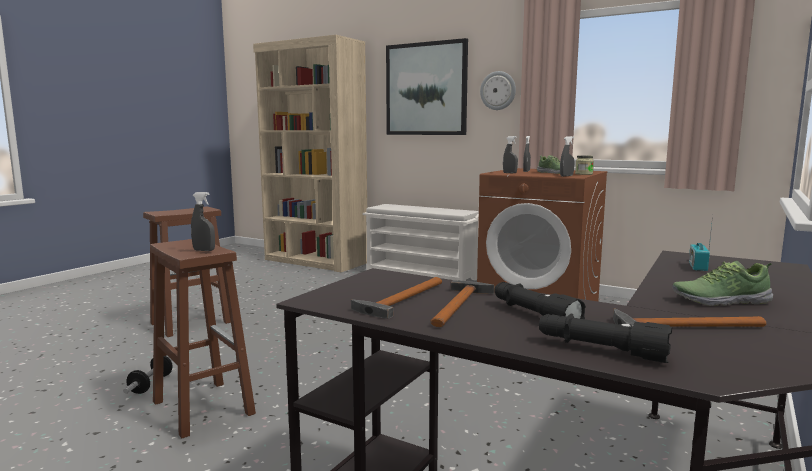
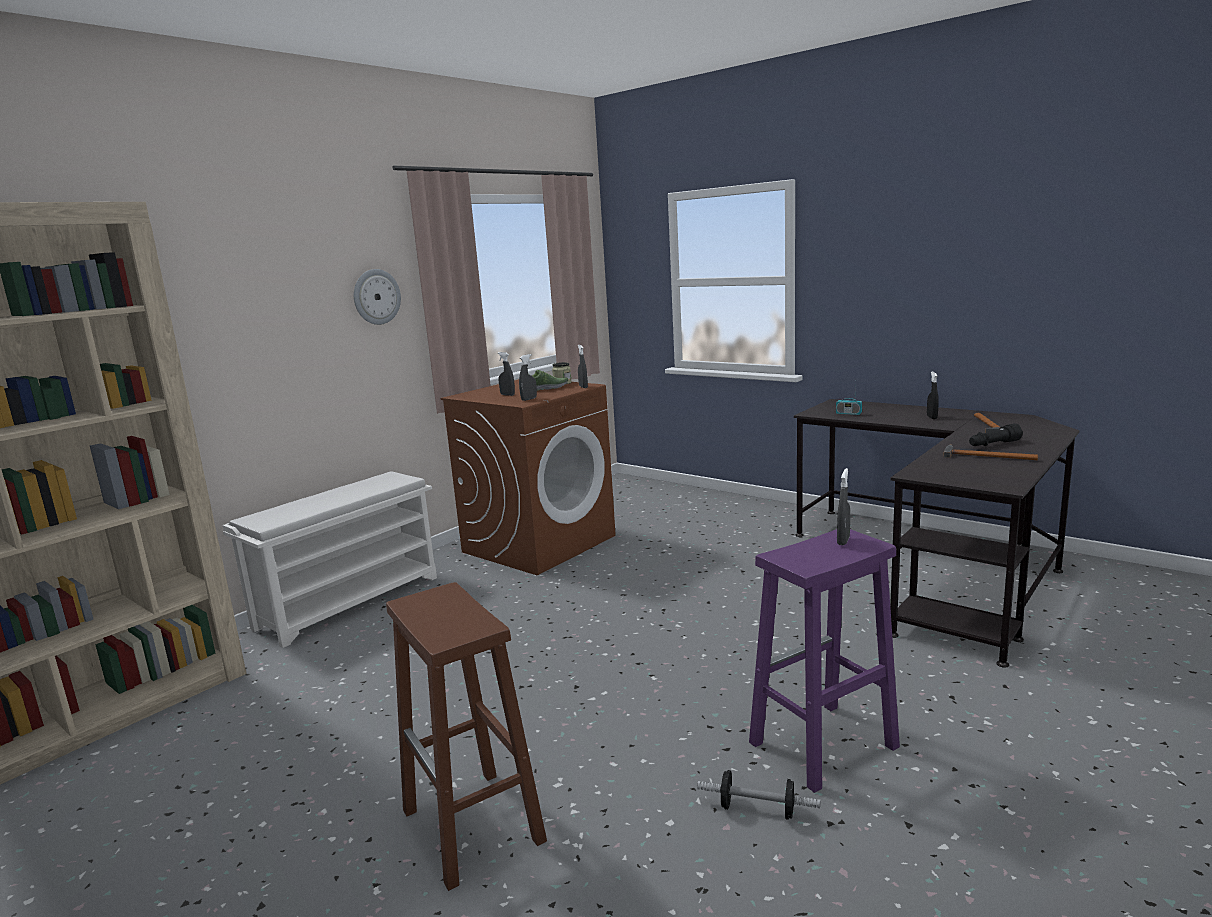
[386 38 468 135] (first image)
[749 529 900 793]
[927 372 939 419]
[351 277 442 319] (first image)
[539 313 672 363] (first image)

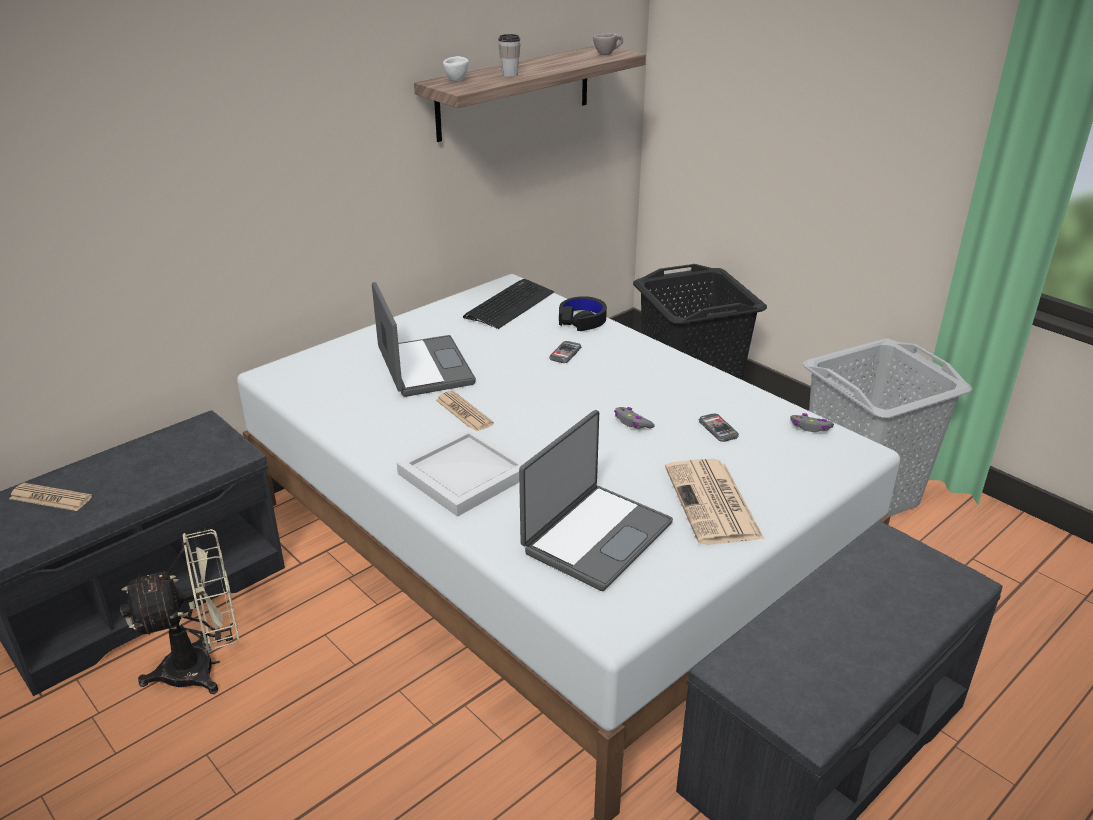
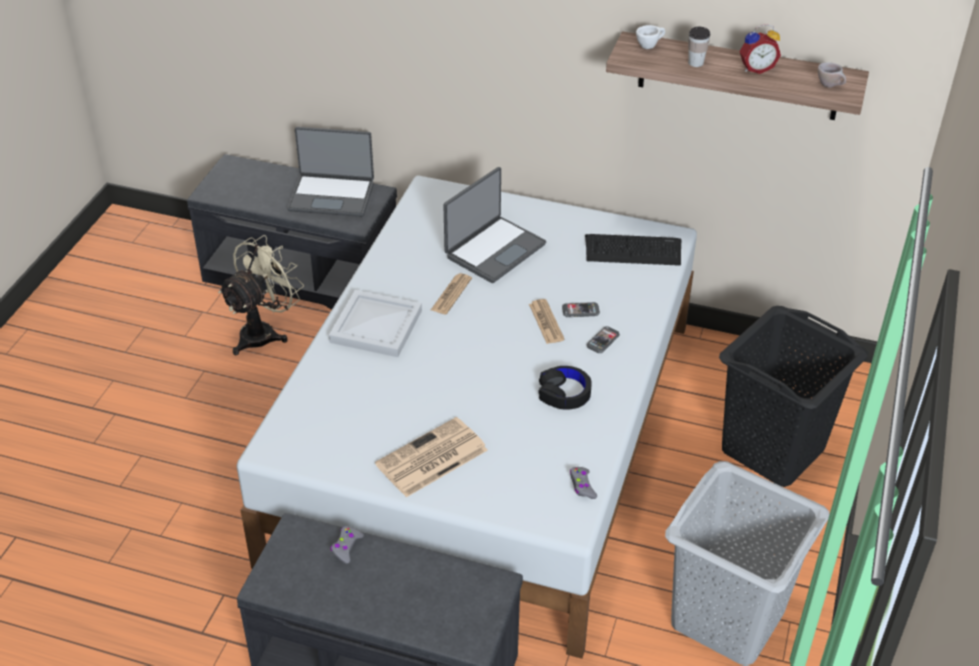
[538 366 592 410]
[331 526 364 564]
[287 127 374 217]
[587 326 620 353]
[529 299 565 344]
[218 235 304 355]
[739 24 781 74]

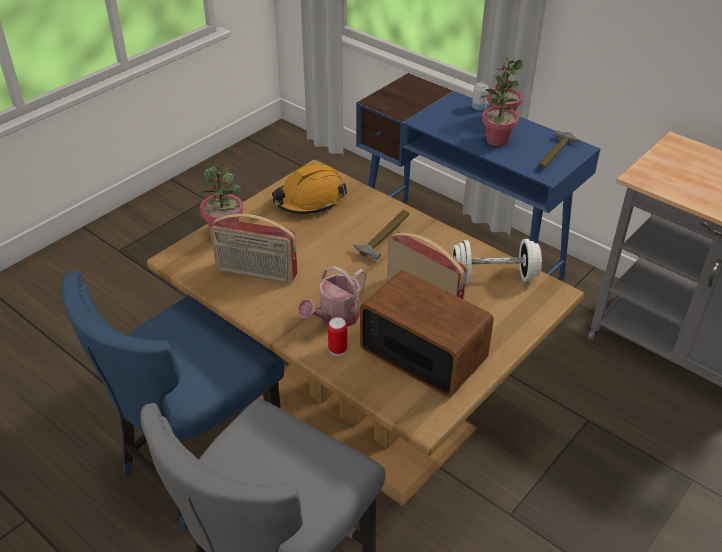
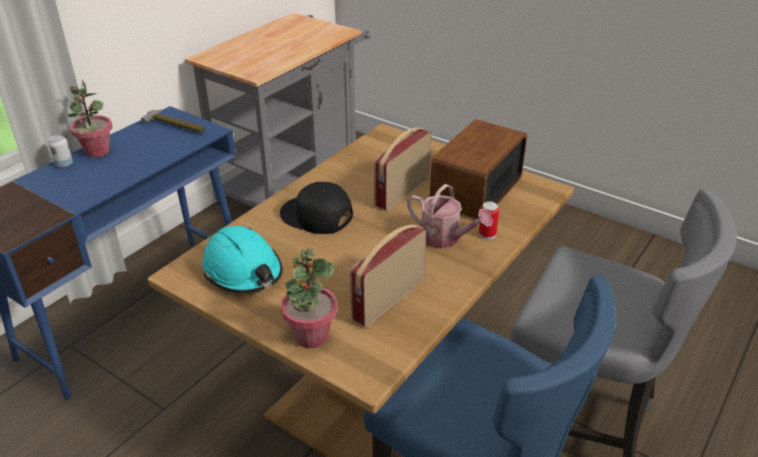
[482 75 519 146] (first image)
[203 226 283 293]
[280 182 353 234]
[350 224 426 327]
[452 239 542 283] (first image)

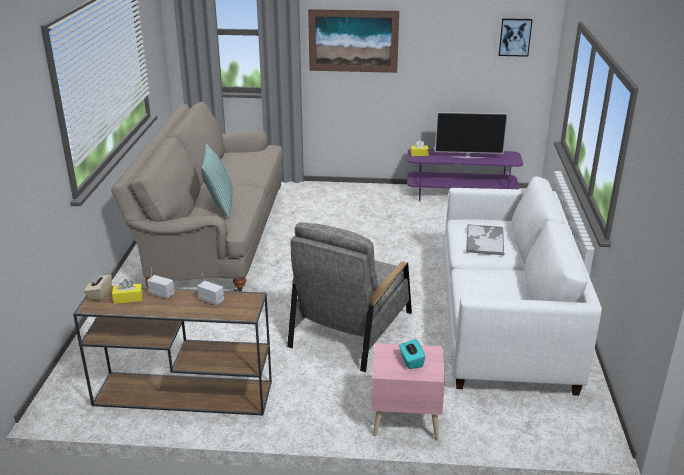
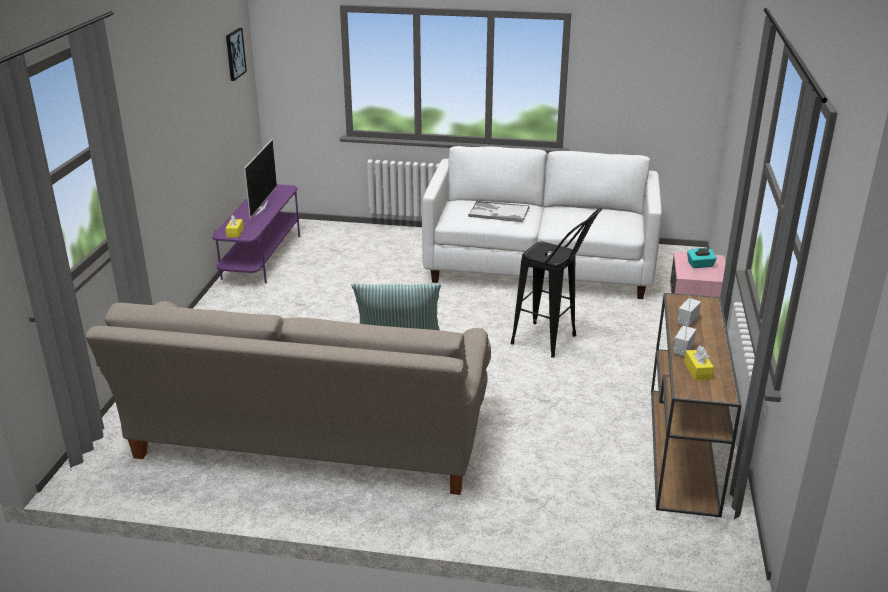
[308 9 399 73] (first image)
[511 208 602 358]
[84 272 112 300] (first image)

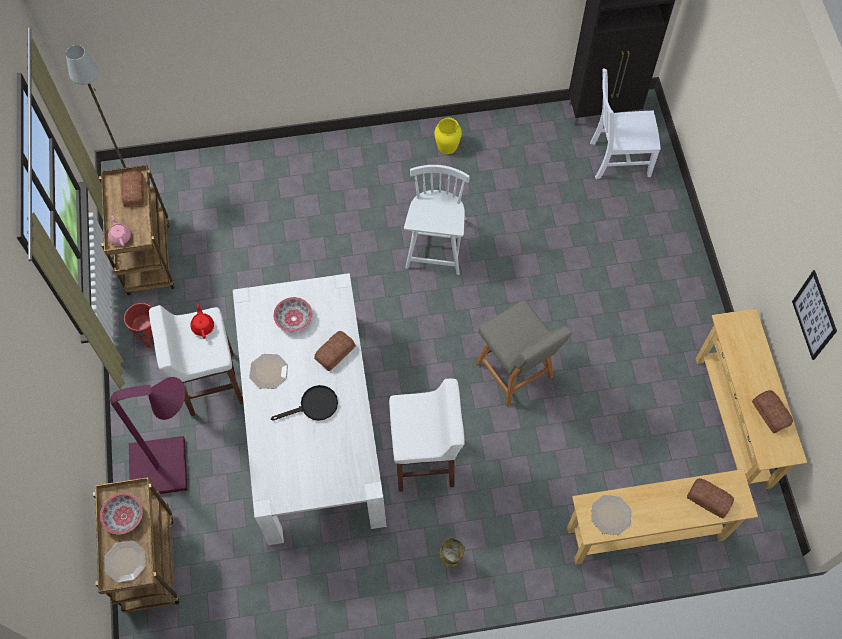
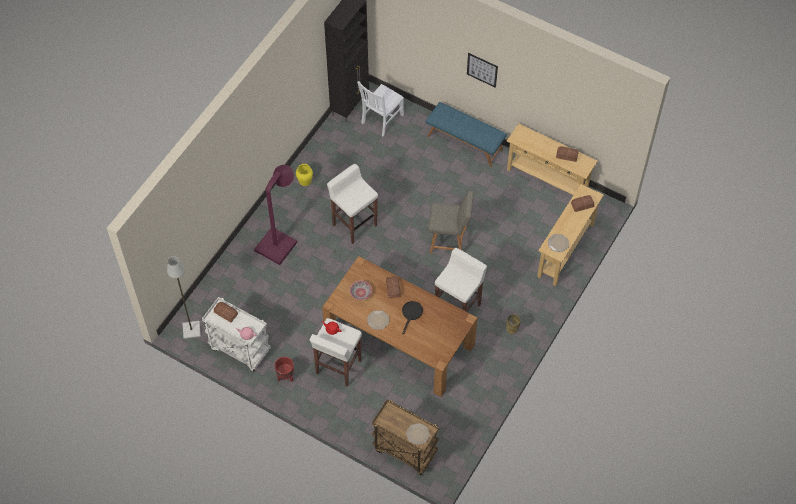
[202 297 271 372]
[327 164 378 244]
[467 53 498 88]
[322 256 478 397]
[254 165 297 265]
[100 493 143 534] (first image)
[426 102 507 167]

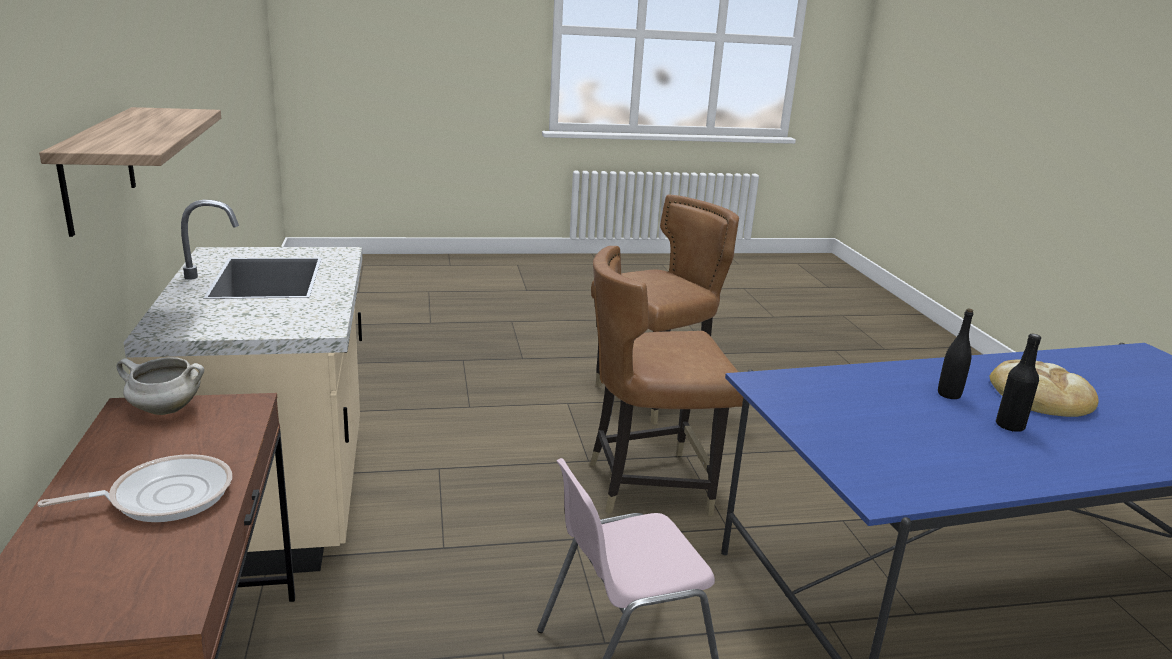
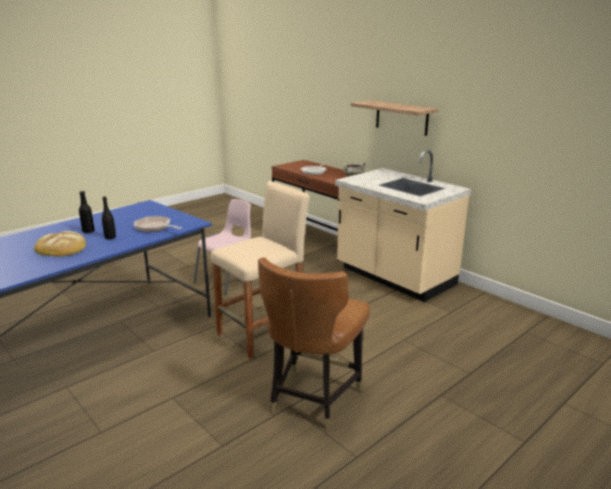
[211 181 309 359]
[134 216 182 232]

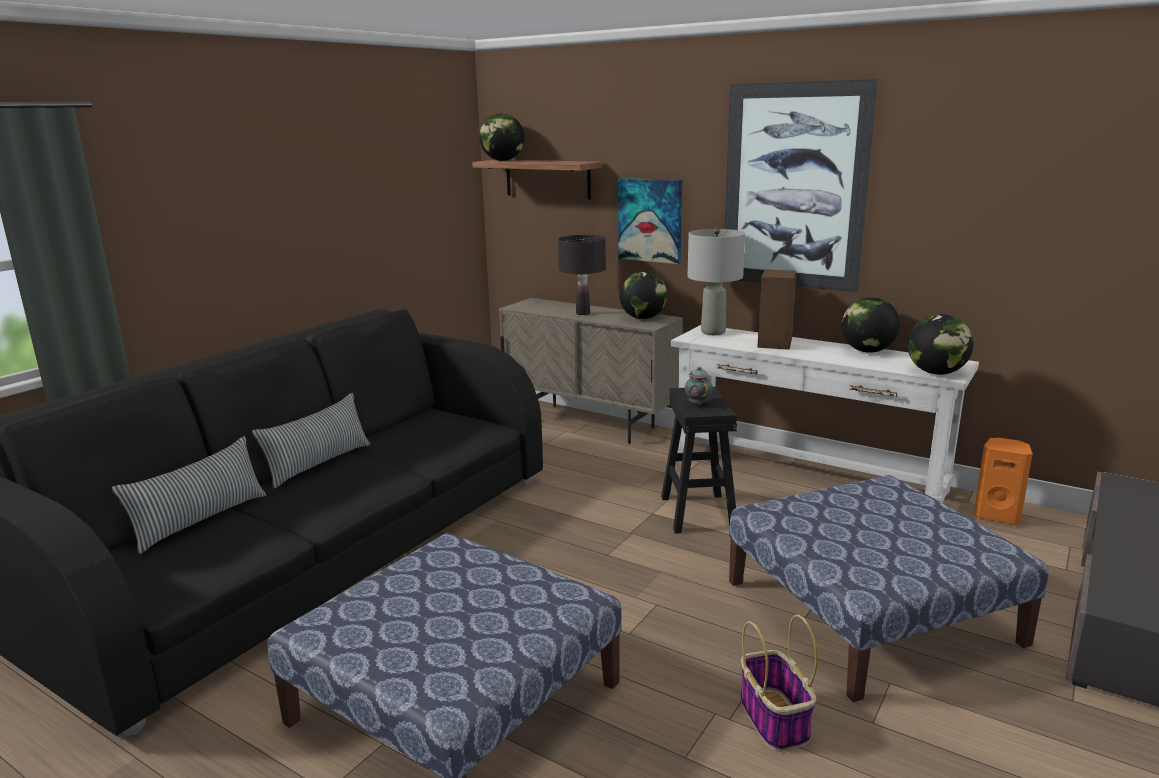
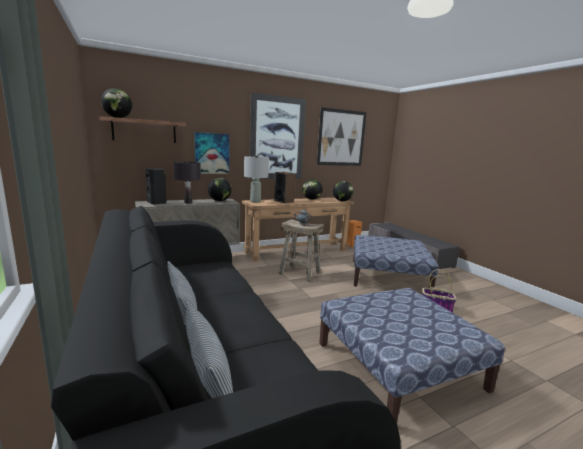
[242 198 354 262]
[279 219 324 282]
[317 107 367 166]
[145 168 167 205]

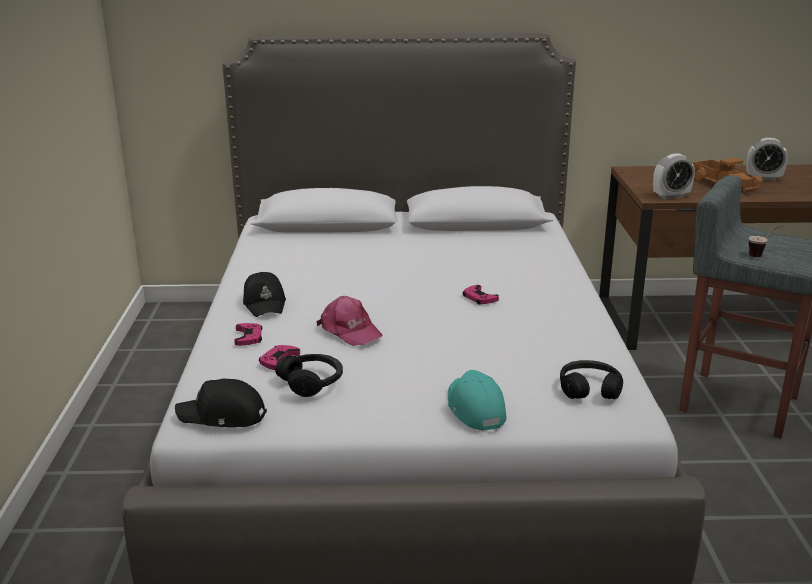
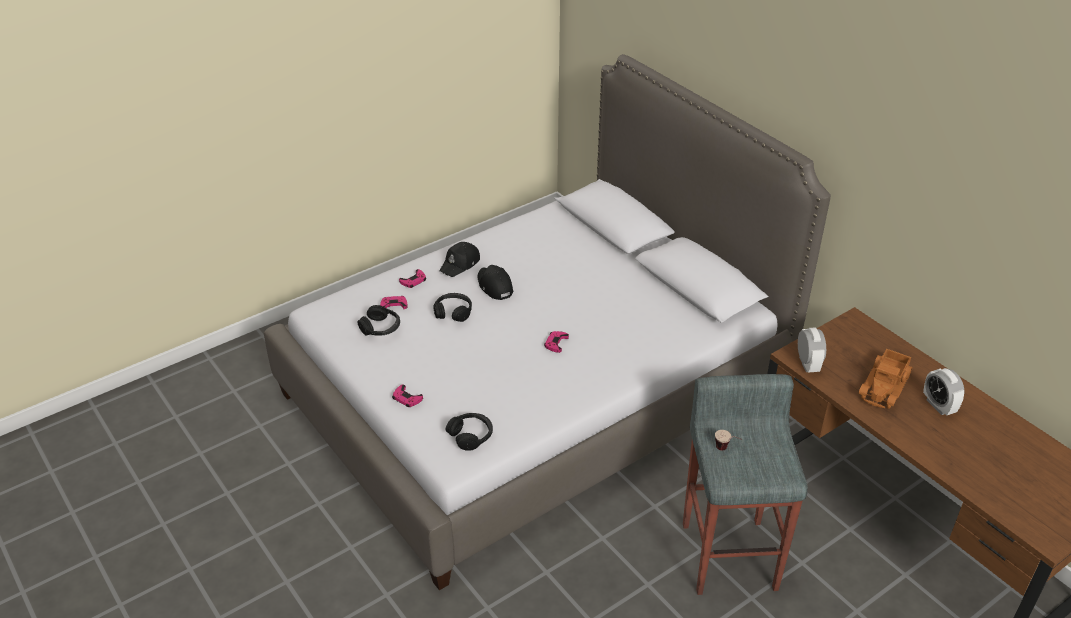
[798 327 826 373]
[434 293 472 322]
[392 384 423 407]
[477 265 513 300]

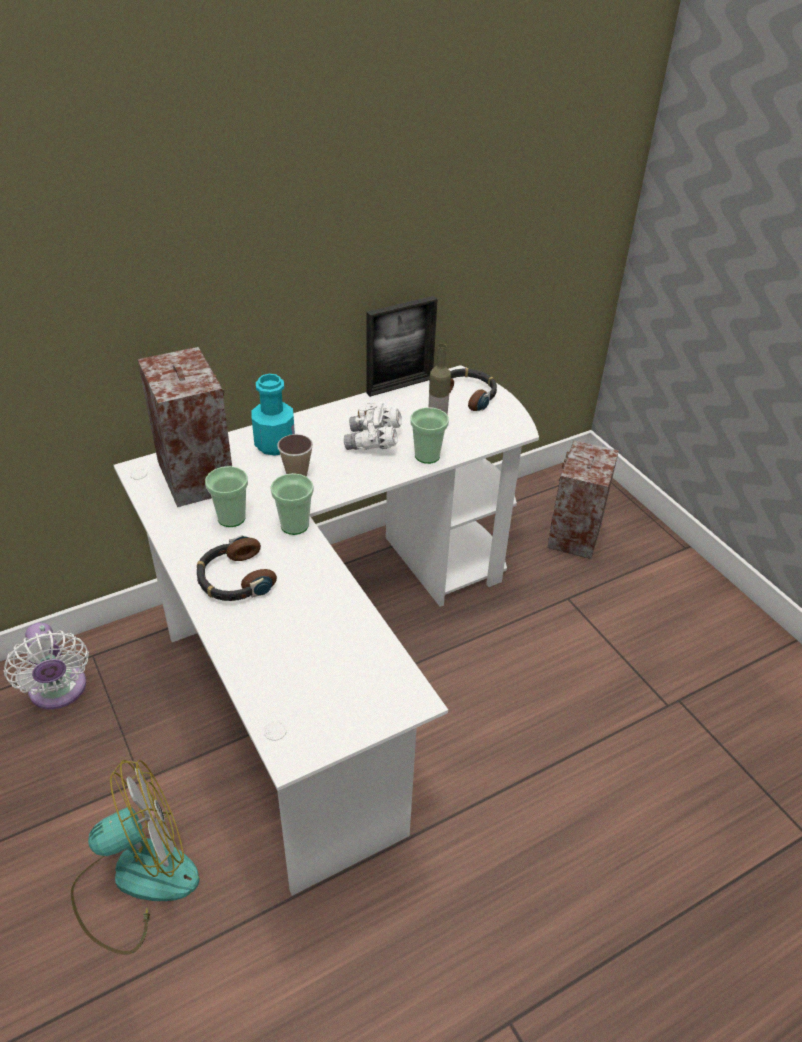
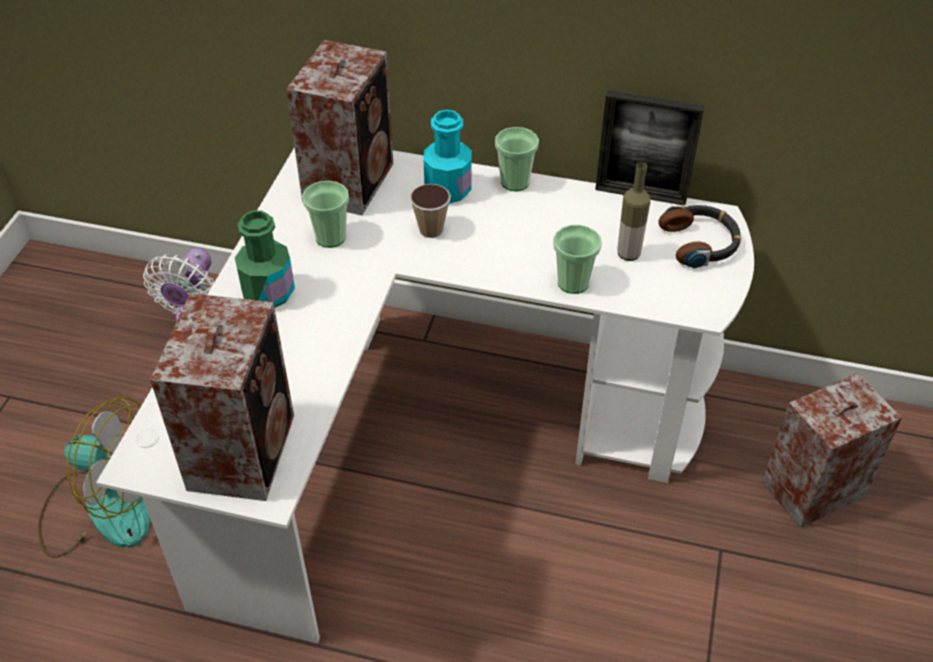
[344 402 402 450] (first image)
[495 127 539 191]
[235 210 295 308]
[150 293 294 501]

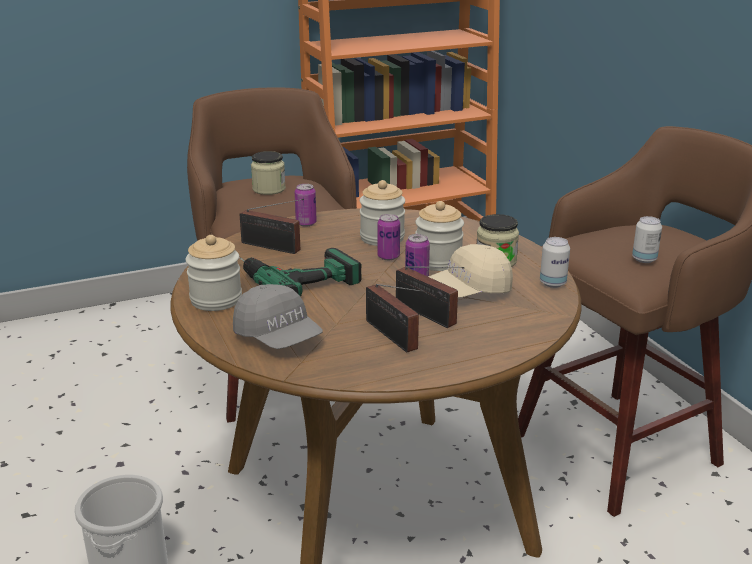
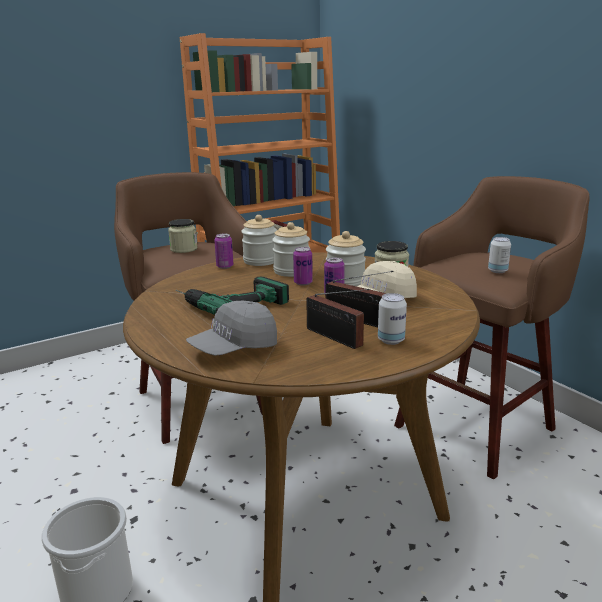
[240 199 304 254] (first image)
[241 215 277 266]
[378 293 407 345]
[186 301 277 356]

